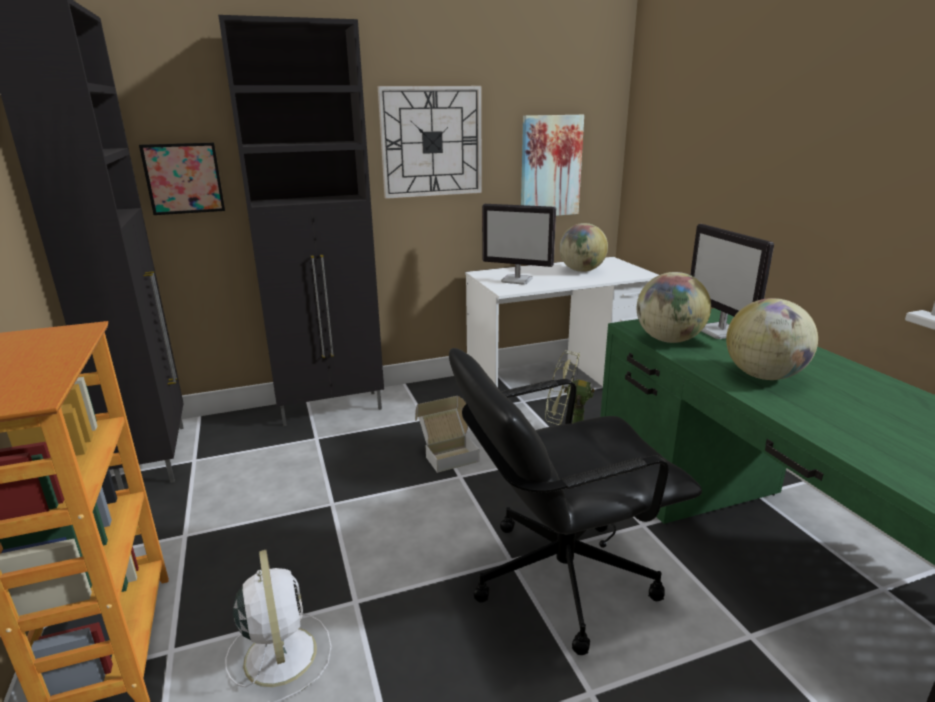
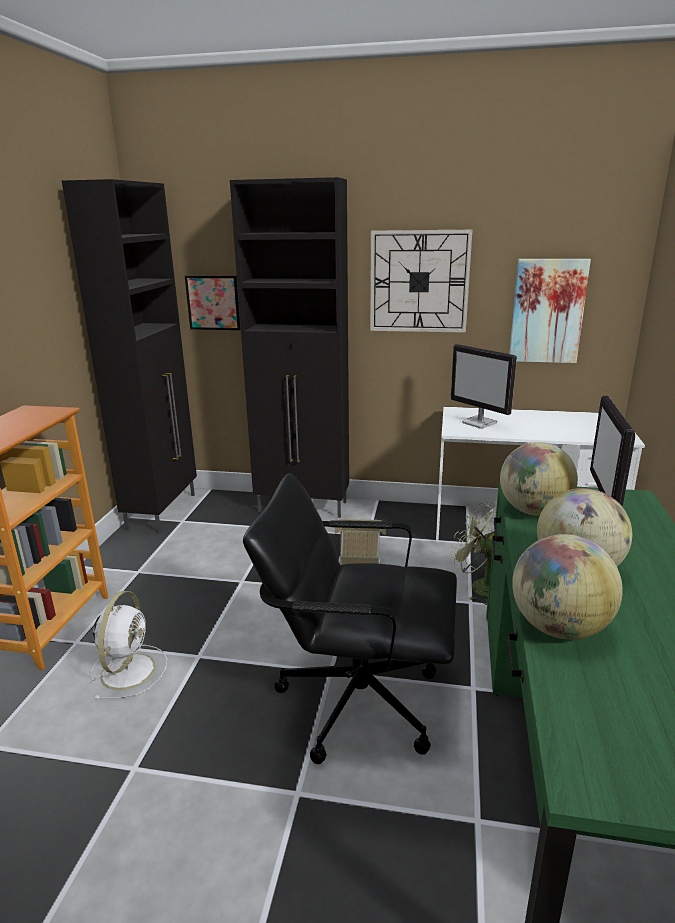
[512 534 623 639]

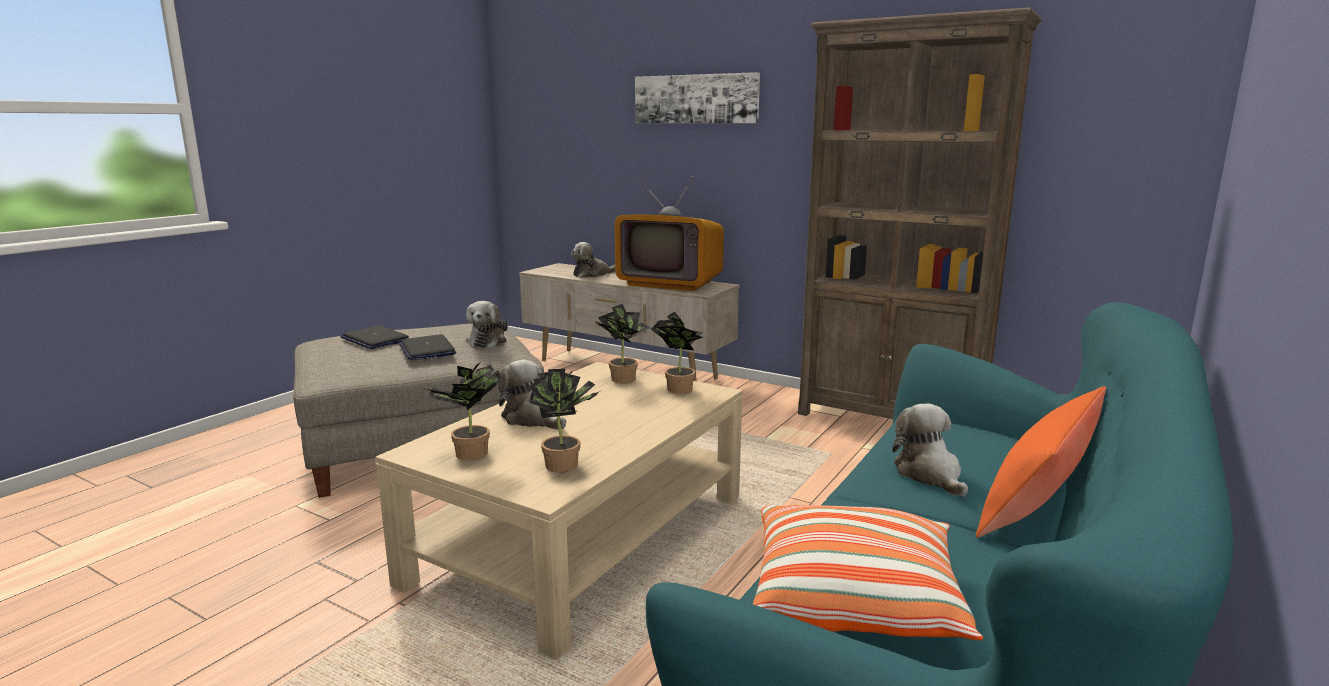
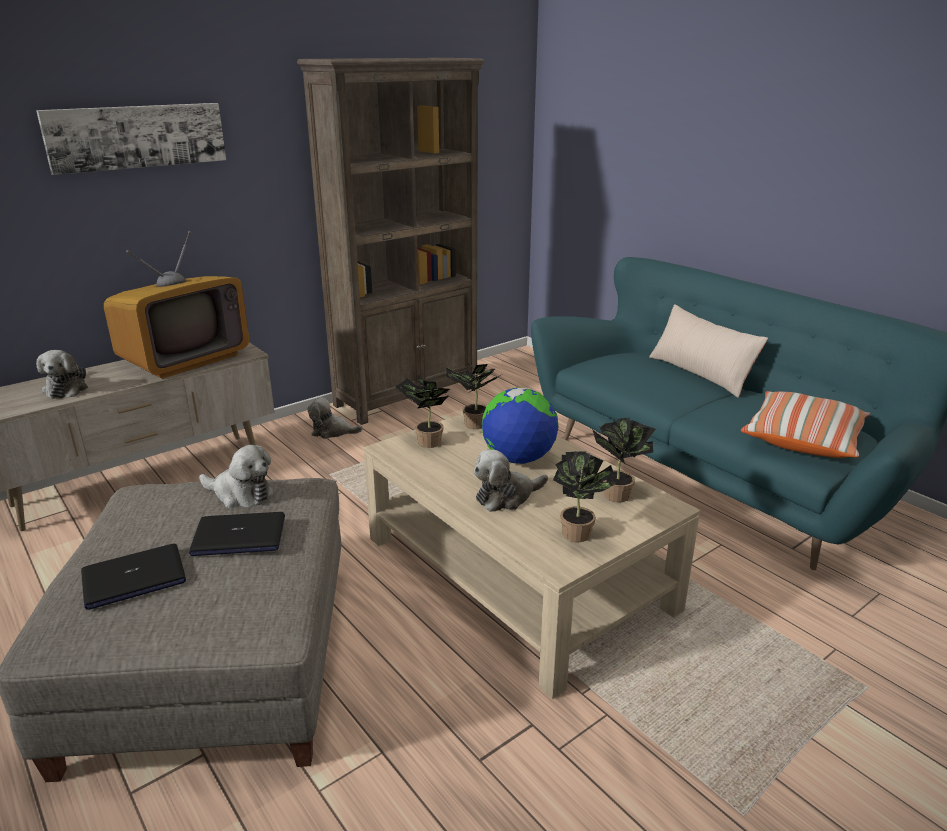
[649 304 768 398]
[308 397 363 439]
[482 387 559 464]

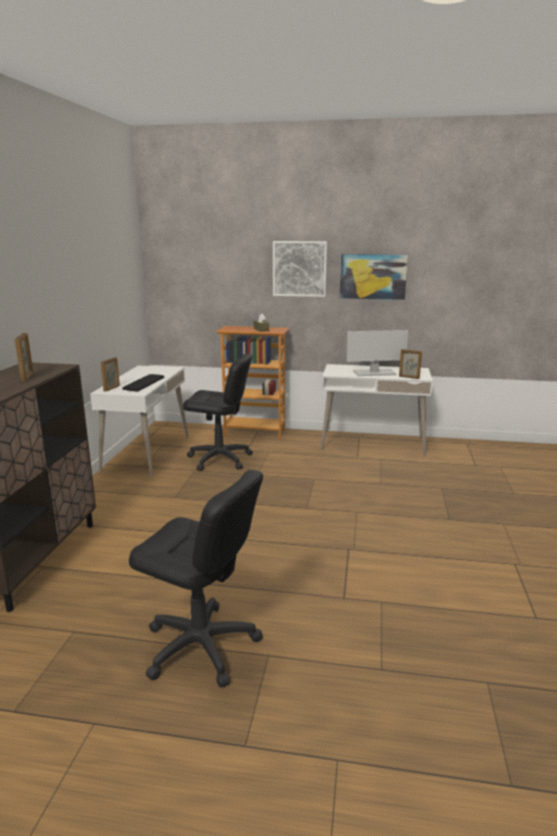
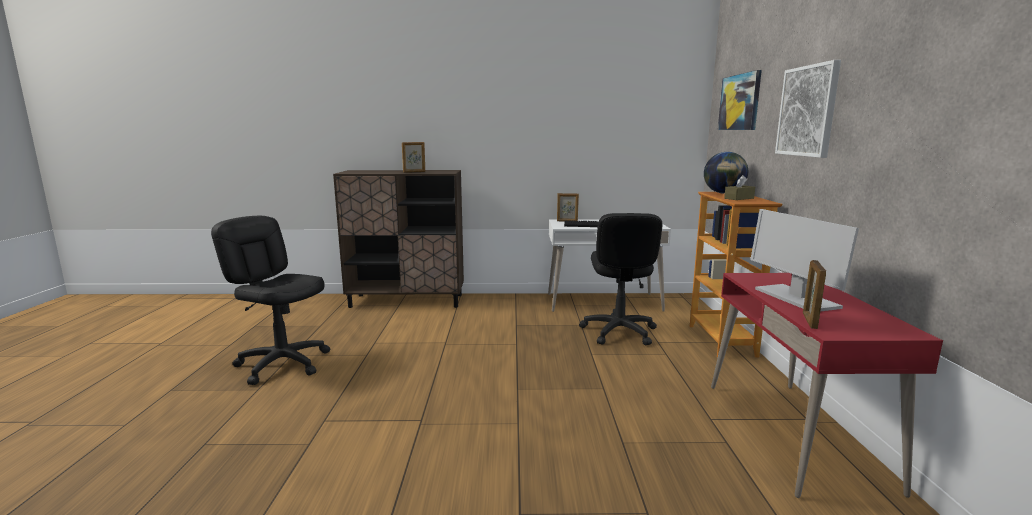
[718 70 762 130]
[711 273 943 498]
[211 216 330 385]
[704 152 748 194]

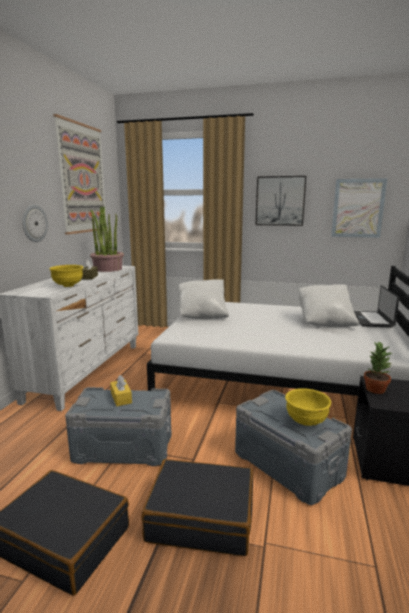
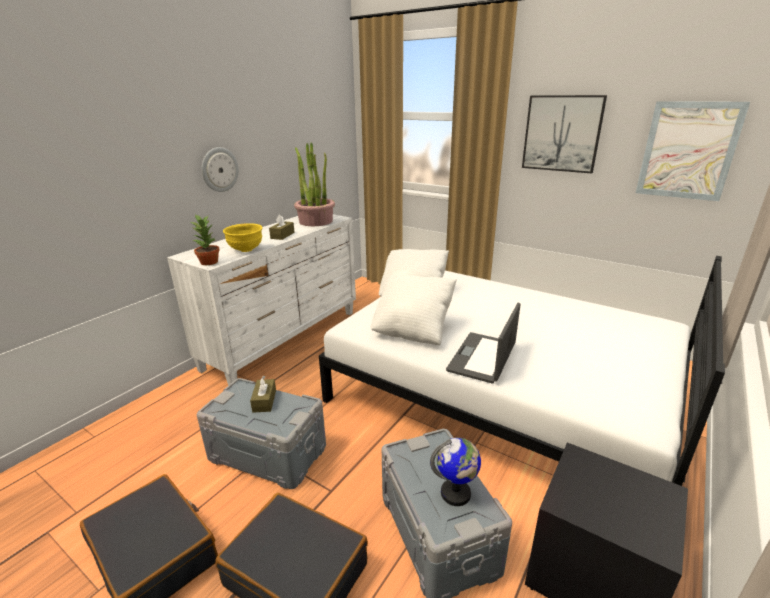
[53 114 108 235] (first image)
[370 275 457 345]
[446 303 521 384]
[191 214 220 265]
[250 376 276 413]
[430 438 481 506]

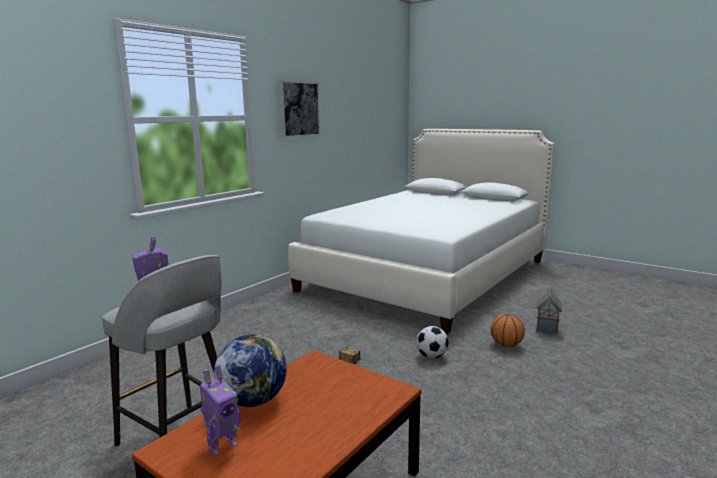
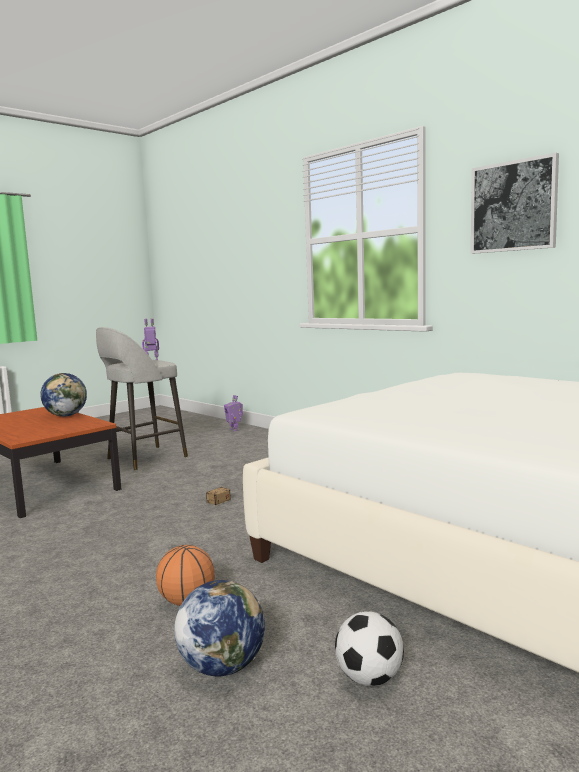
[174 580 265 676]
[335 612 404 686]
[224 395 243 431]

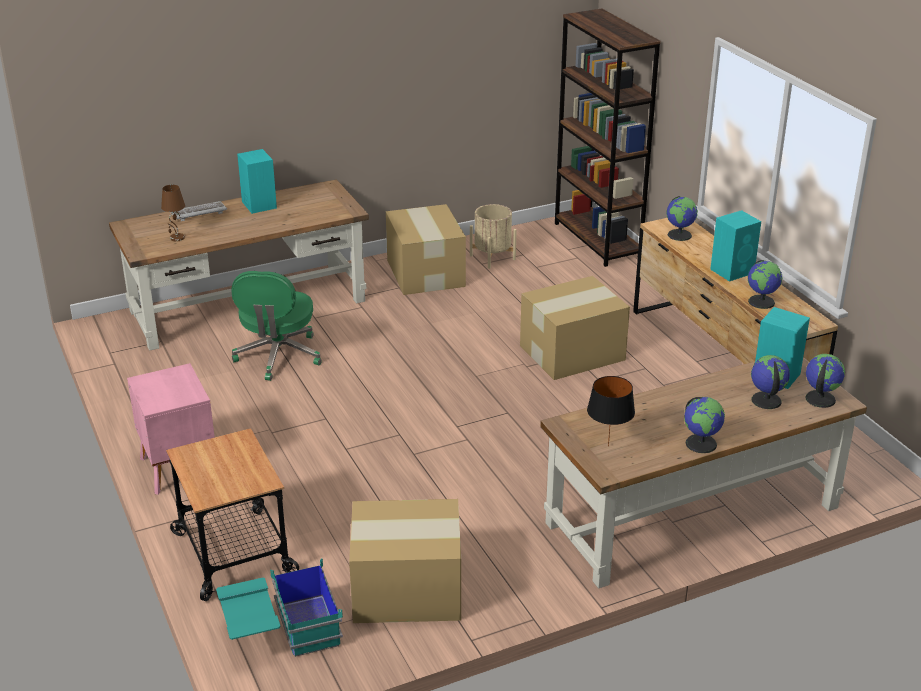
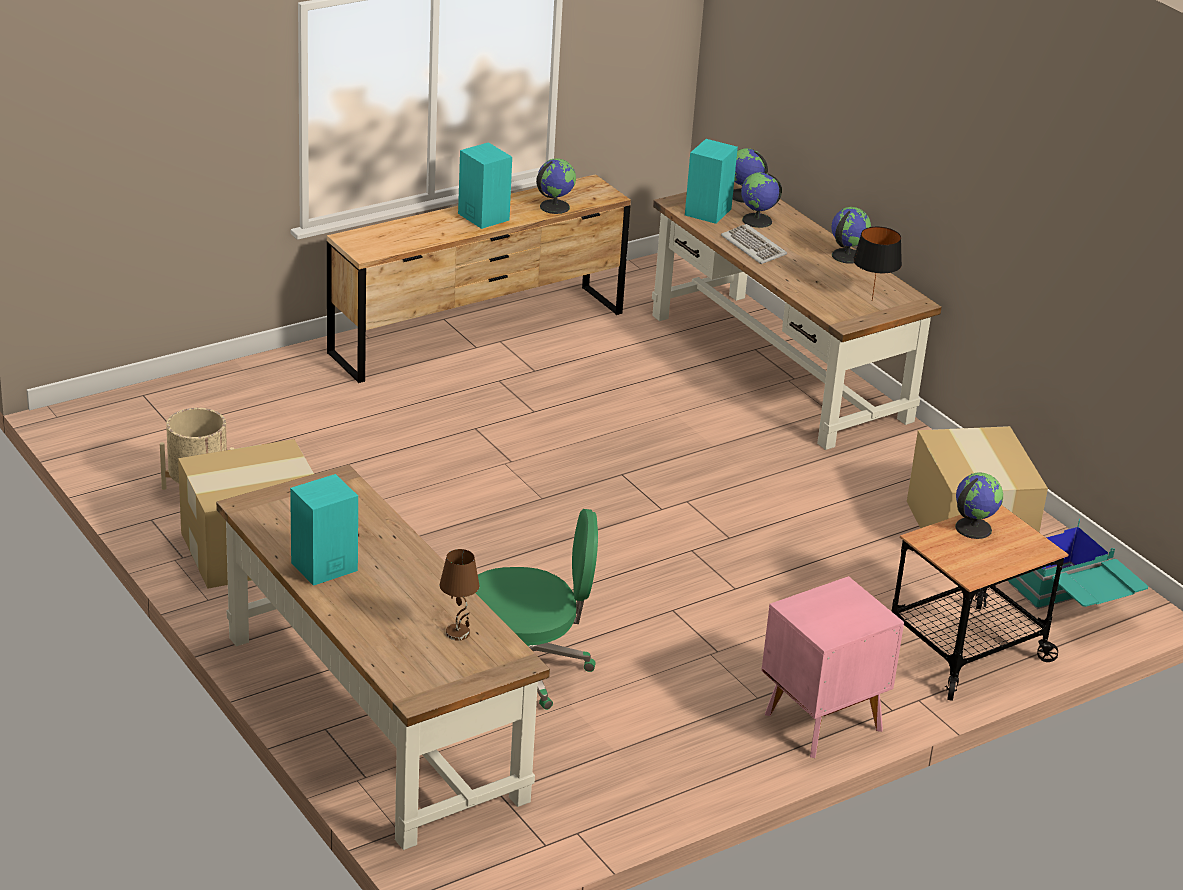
[555 8 661 267] (first image)
[955 472 1003 539]
[721 224 787 264]
[520 276 630 380] (first image)

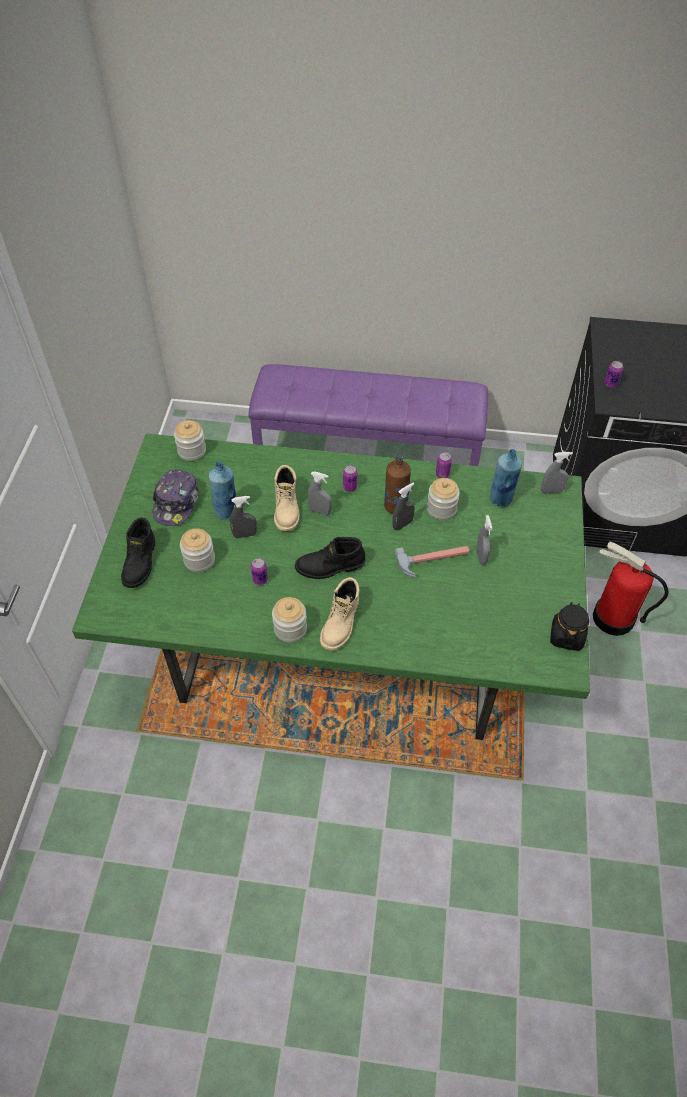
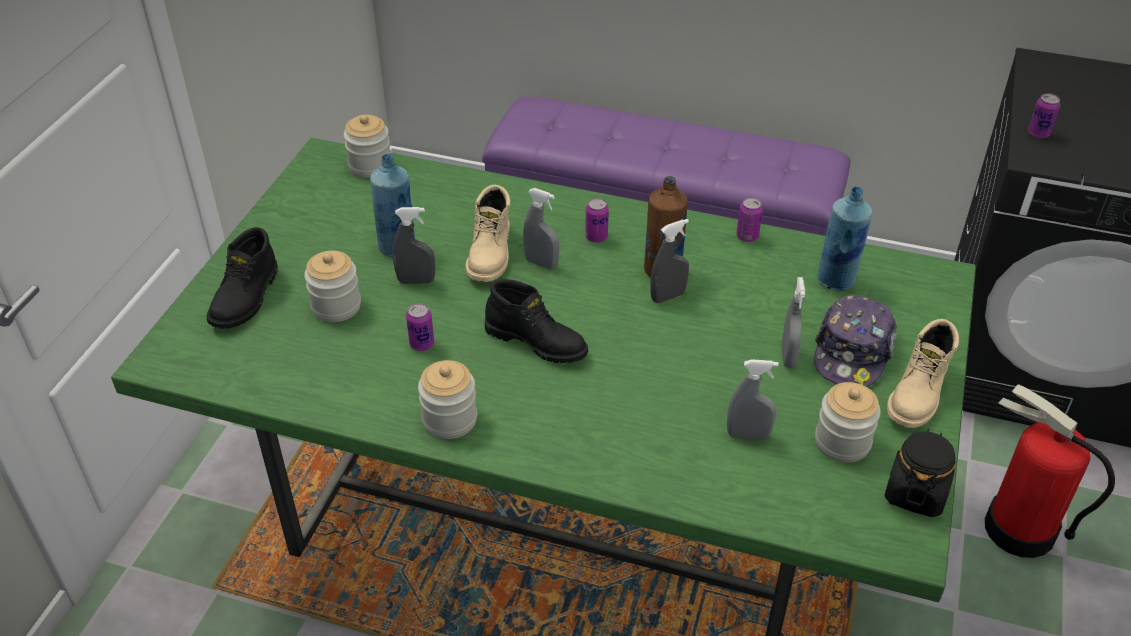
[727 359 779 440]
[814 295 897 387]
[815 382 881 463]
[485 279 588 363]
[395 546 470 578] (first image)
[887 319 959 428]

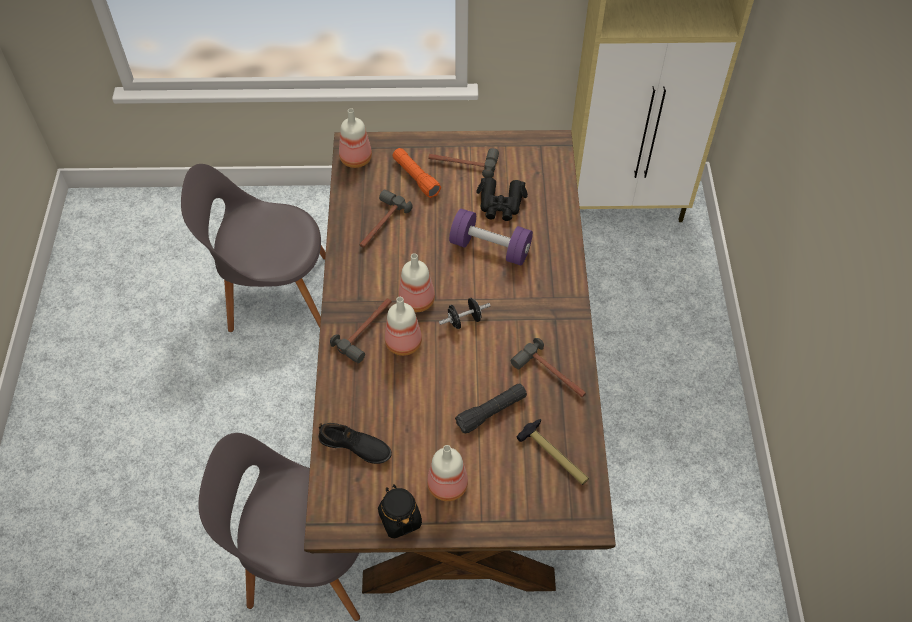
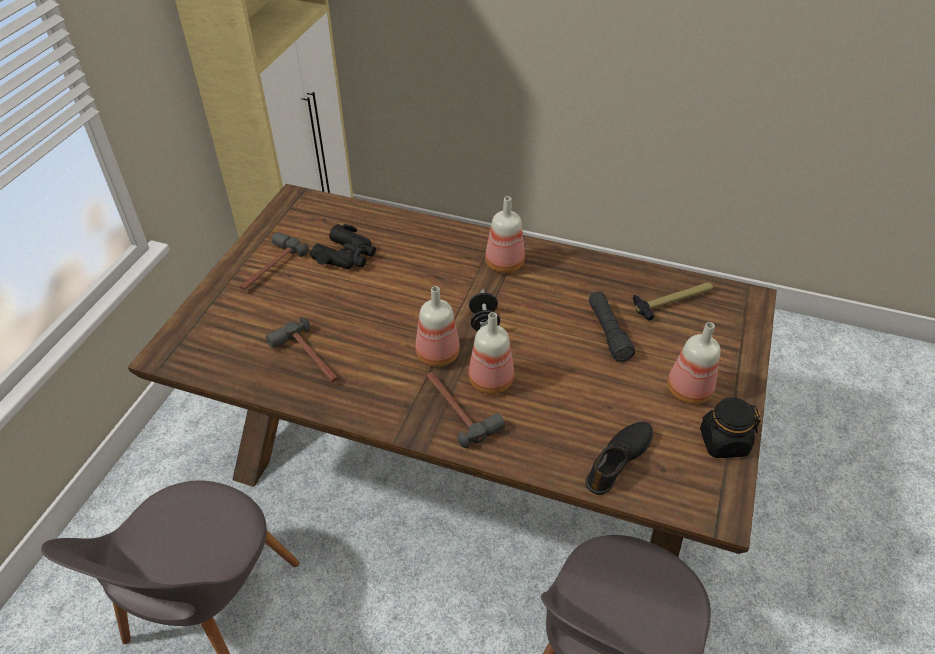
[485 196 525 273]
[393 148 441 198] (first image)
[449 209 533 265] (first image)
[511 338 586 397] (first image)

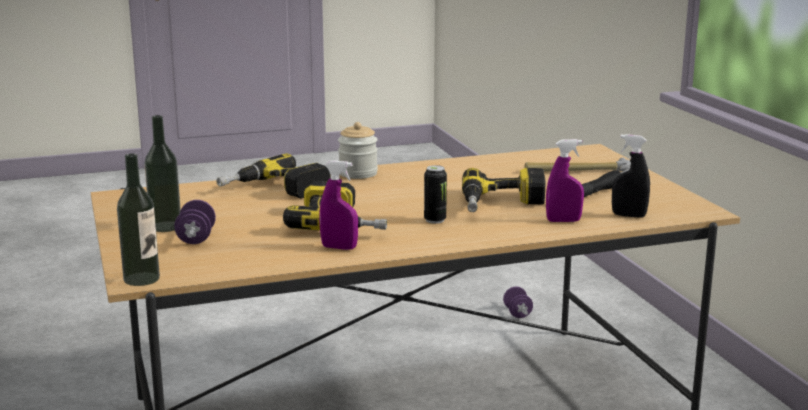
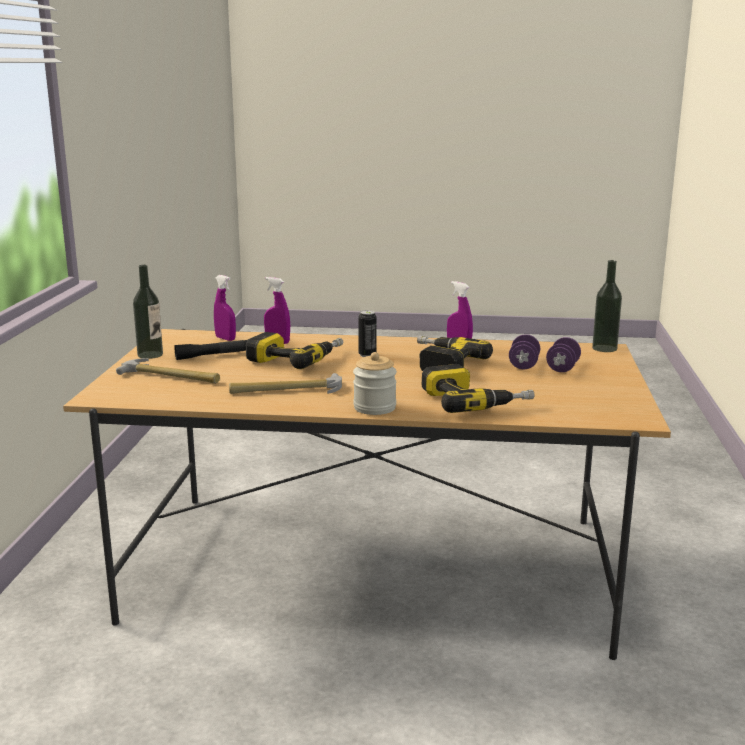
[133 265 163 359]
[214 275 236 341]
[509 334 540 369]
[229 373 342 394]

